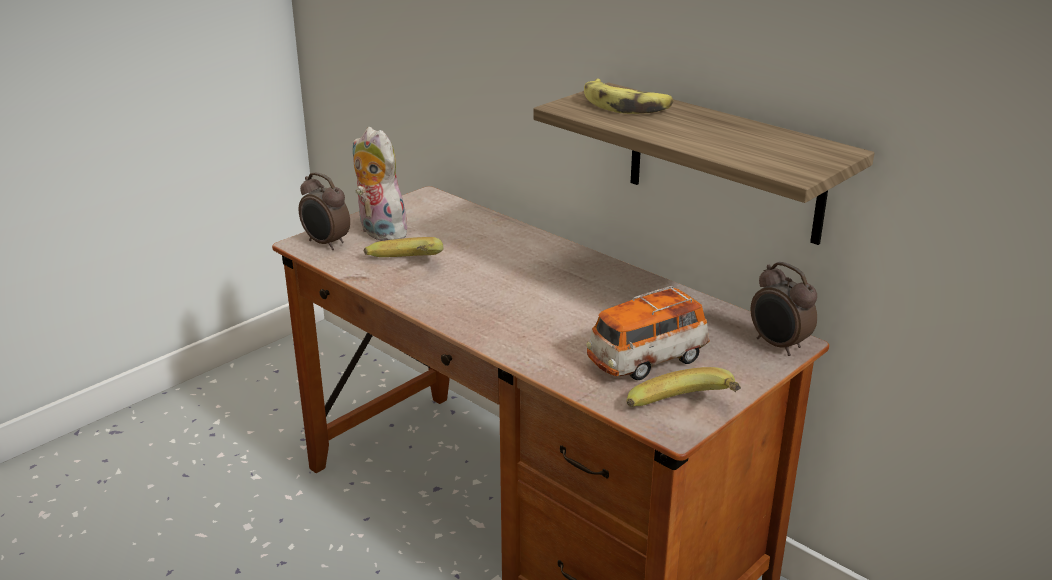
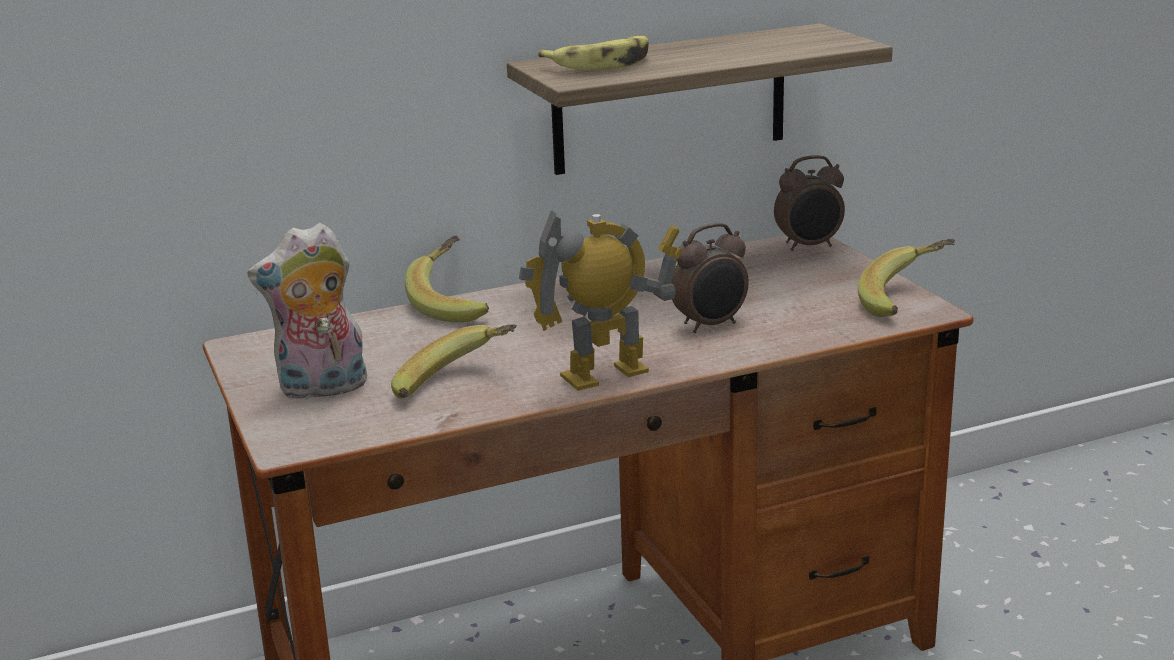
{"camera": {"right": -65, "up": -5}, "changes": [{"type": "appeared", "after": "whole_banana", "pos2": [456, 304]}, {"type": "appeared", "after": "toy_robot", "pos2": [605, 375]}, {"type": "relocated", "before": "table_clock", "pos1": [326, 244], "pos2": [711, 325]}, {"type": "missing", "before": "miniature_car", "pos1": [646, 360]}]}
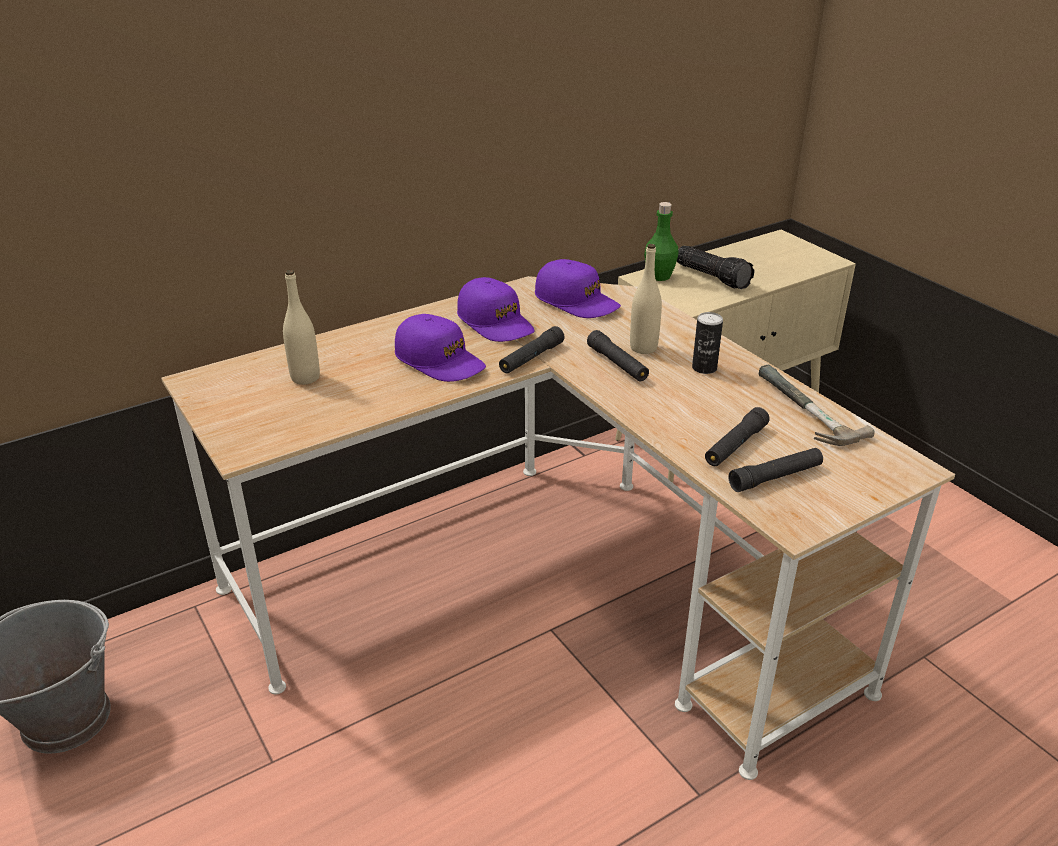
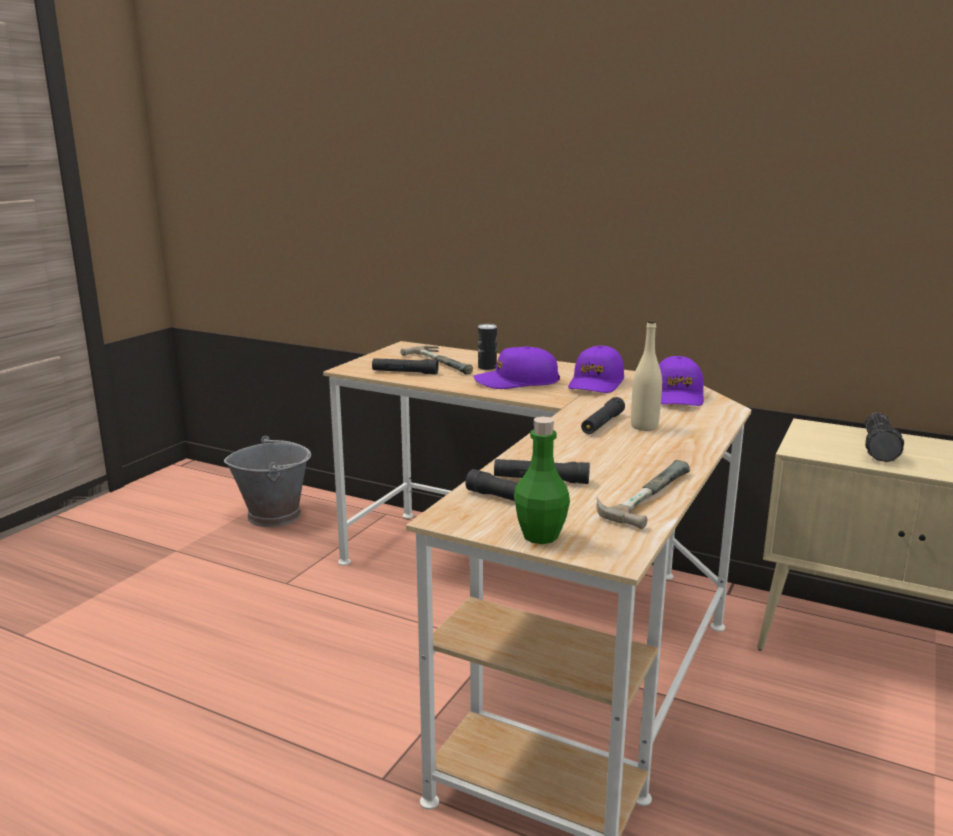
{"camera": {"right": 60, "up": -15}, "changes": [{"type": "relocated", "before": "black-coloured_flashlight", "pos1": [531, 358], "pos2": [405, 372]}, {"type": "exchanged", "before": "beige_bottle", "after": "tool_hammer", "pos1": [305, 378], "pos2": [444, 362]}, {"type": "spun", "before": "purple_baseball_cap", "pos1": [439, 361], "pos2": [516, 382], "turn": 75}, {"type": "relocated", "before": "metal_can", "pos1": [704, 368], "pos2": [487, 368]}, {"type": "relocated", "before": "green_bottle", "pos1": [659, 276], "pos2": [540, 536]}]}
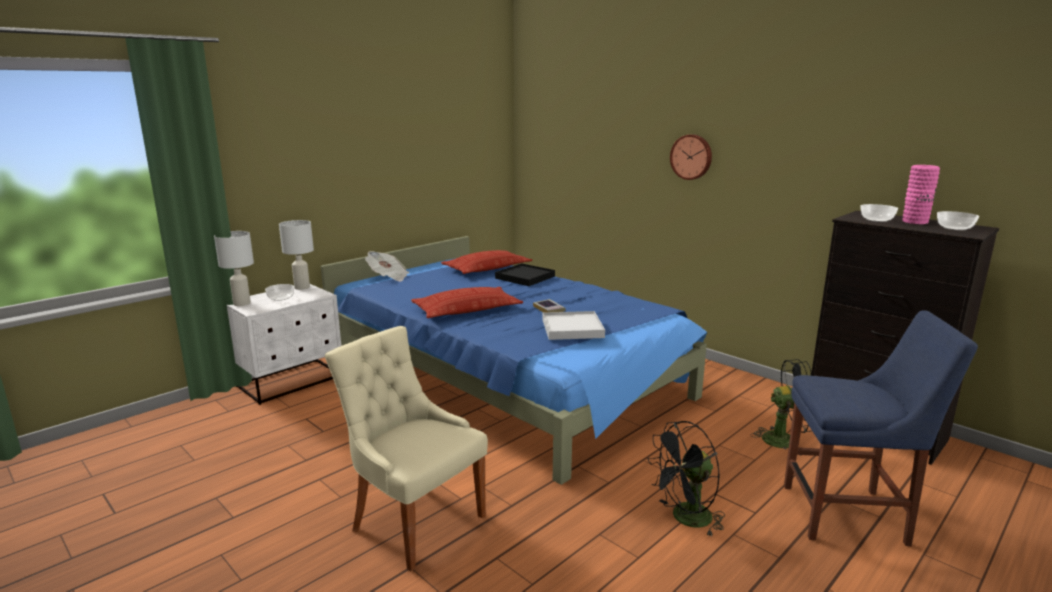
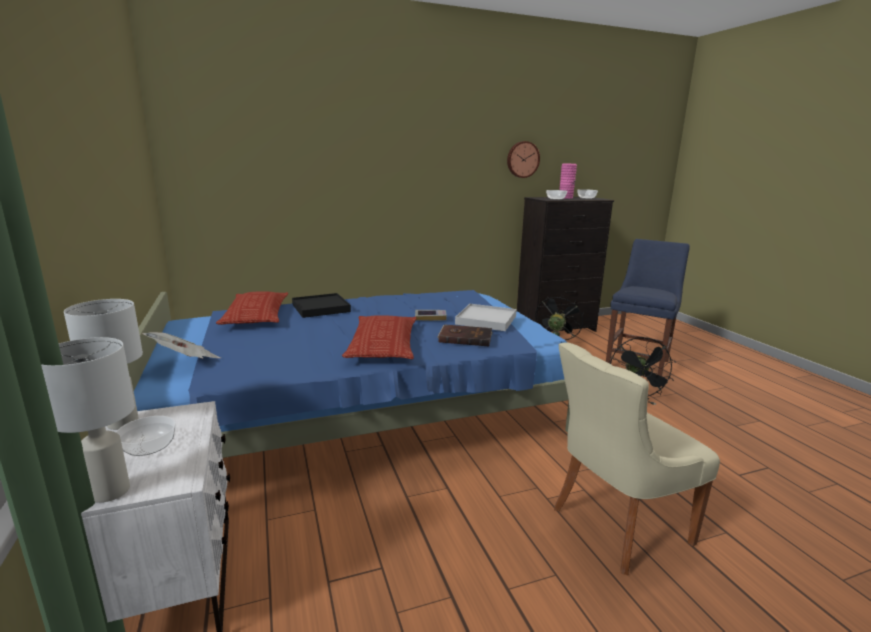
{"camera": {"right": -65, "up": 0}, "changes": [{"type": "appeared", "after": "brownish_volume", "pos2": [465, 337]}, {"type": "relocated", "before": "wall_clock", "pos1": [691, 157], "pos2": [522, 159]}]}
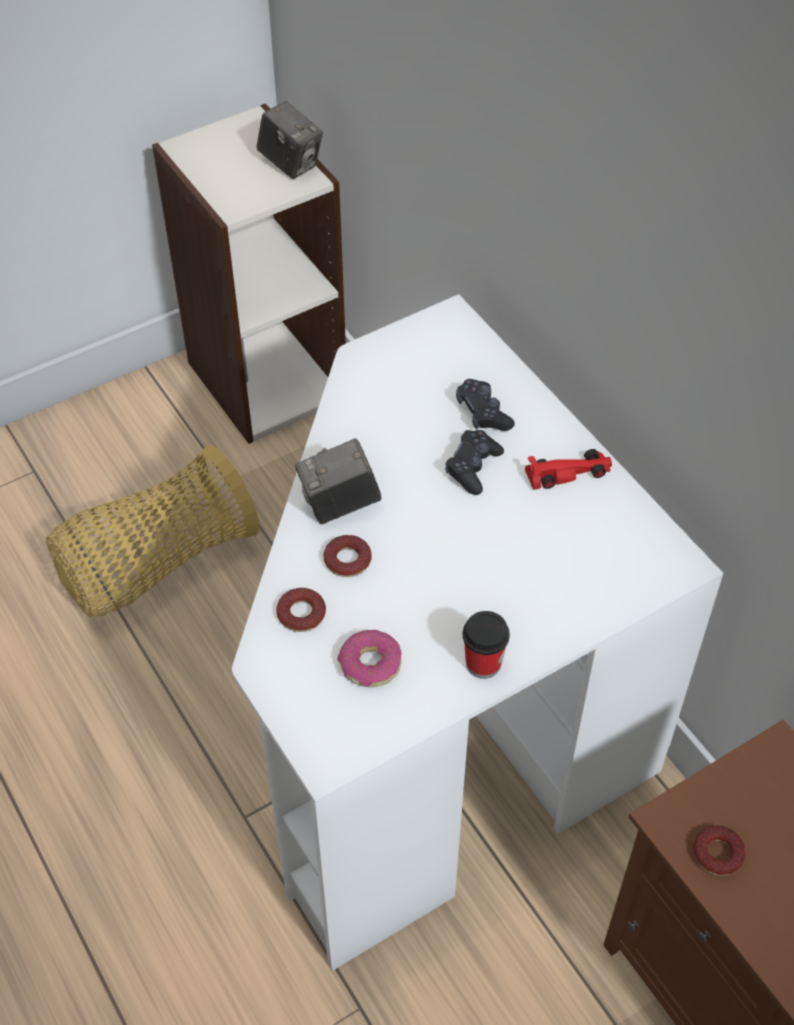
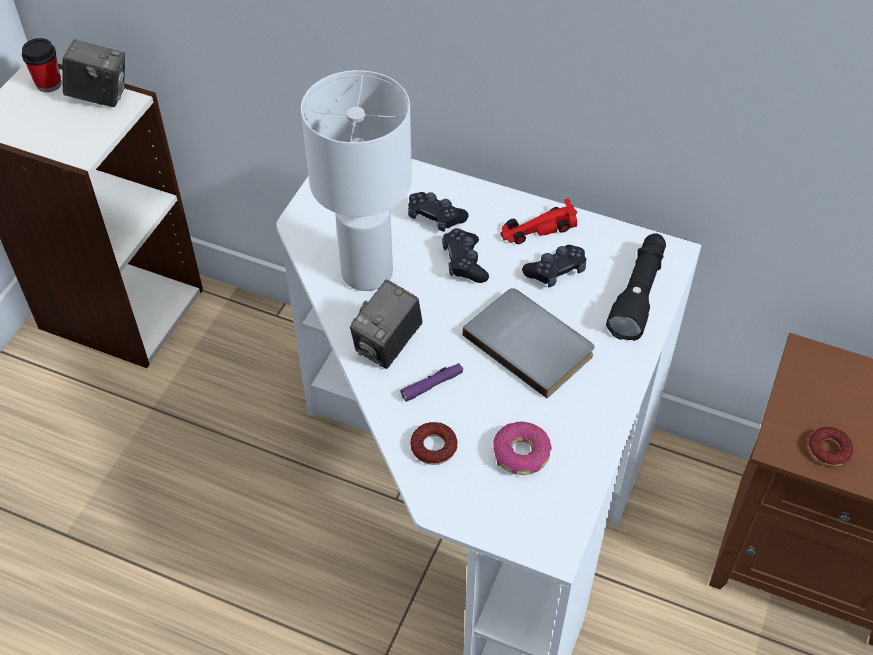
{"camera": {"right": -35, "up": 0}, "changes": [{"type": "relocated", "before": "drinking_cup", "pos1": [483, 663], "pos2": [49, 84]}, {"type": "appeared", "after": "white_tabletop_lamp", "pos2": [366, 271]}, {"type": "exchanged", "before": "doughnut", "after": "purple_flashlight", "pos1": [347, 560], "pos2": [432, 385]}, {"type": "appeared", "after": "greyish_volume", "pos2": [531, 342]}, {"type": "spun", "before": "red_miniature_car", "pos1": [569, 473], "pos2": [537, 229], "turn": -150}, {"type": "appeared", "after": "black-coloured_joypad", "pos2": [556, 271]}, {"type": "appeared", "after": "black-coloured_flashlight", "pos2": [638, 294]}, {"type": "missing", "before": "storage_basket", "pos1": [156, 565]}]}
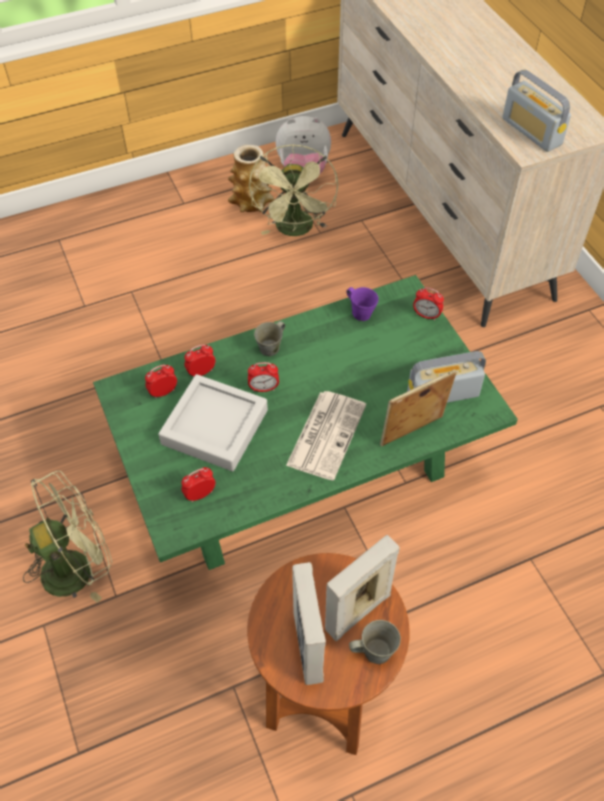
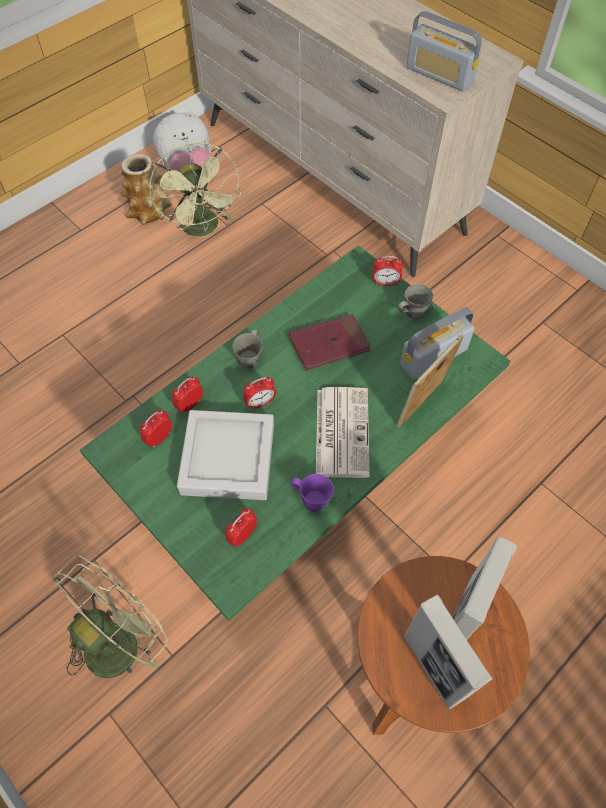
{"camera": {"right": -20, "up": 5}, "changes": [{"type": "appeared", "after": "red_volume", "pos2": [329, 344]}, {"type": "relocated", "before": "purple_tea_mug", "pos1": [361, 313], "pos2": [313, 500]}, {"type": "relocated", "before": "greyish_tea_mug", "pos1": [375, 651], "pos2": [413, 312]}]}
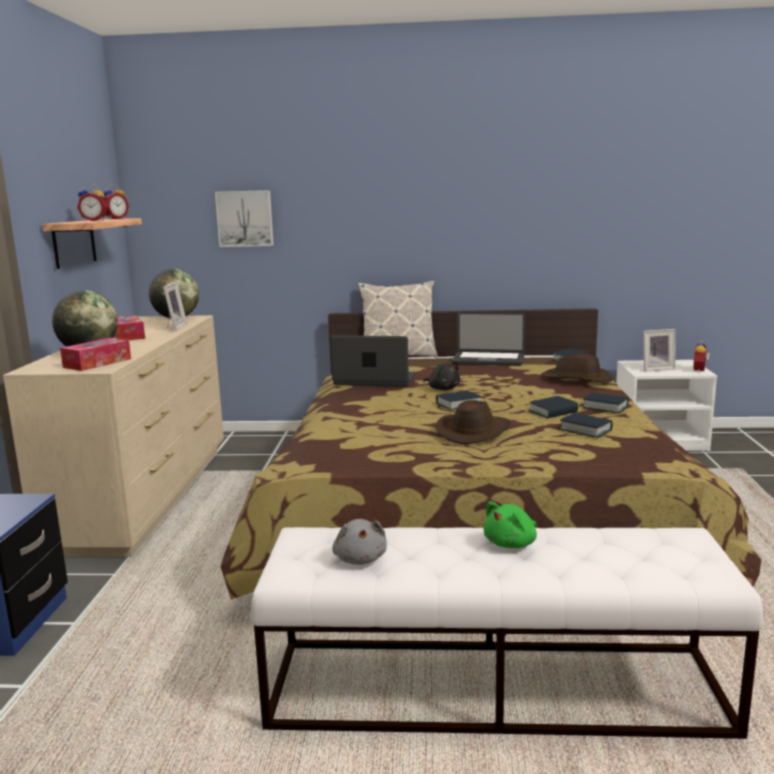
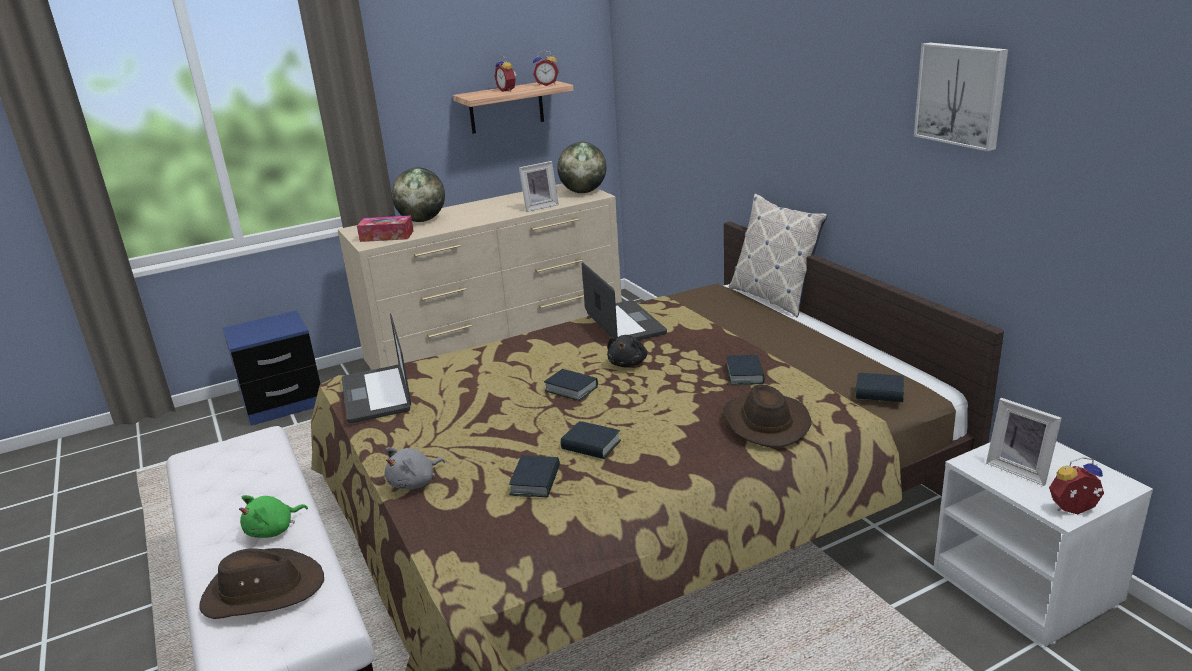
{"camera": {"right": 60, "up": 10}, "changes": [{"type": "relocated", "before": "brownish_clothing_hat", "pos1": [474, 431], "pos2": [262, 590]}, {"type": "spun", "before": "green_soft_toy", "pos1": [512, 544], "pos2": [273, 530], "turn": -60}, {"type": "relocated", "before": "portable_computer", "pos1": [488, 360], "pos2": [376, 395]}, {"type": "relocated", "before": "greyish_soft_toy", "pos1": [360, 559], "pos2": [415, 483]}, {"type": "relocated", "before": "volume", "pos1": [605, 407], "pos2": [745, 374]}, {"type": "relocated", "before": "wall_picture", "pos1": [245, 218], "pos2": [962, 94]}, {"type": "missing", "before": "tissue_holder", "pos1": [128, 336]}]}
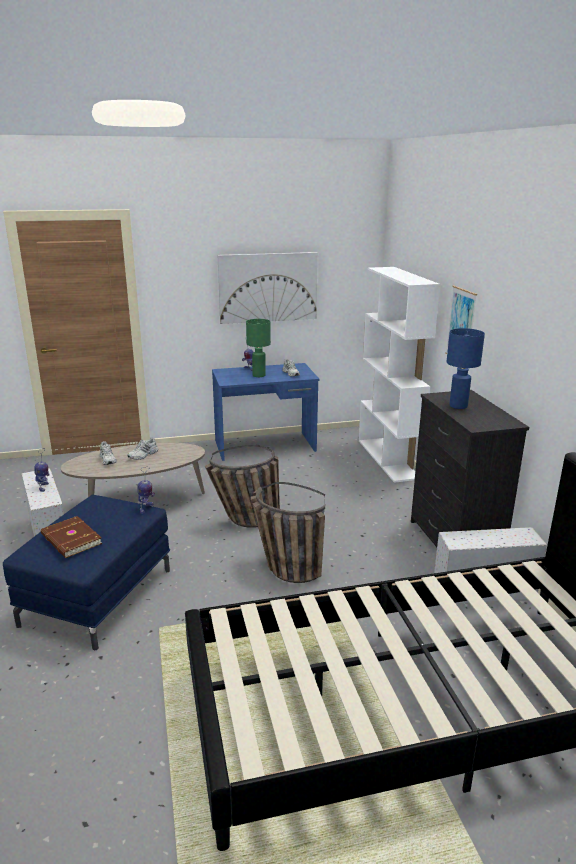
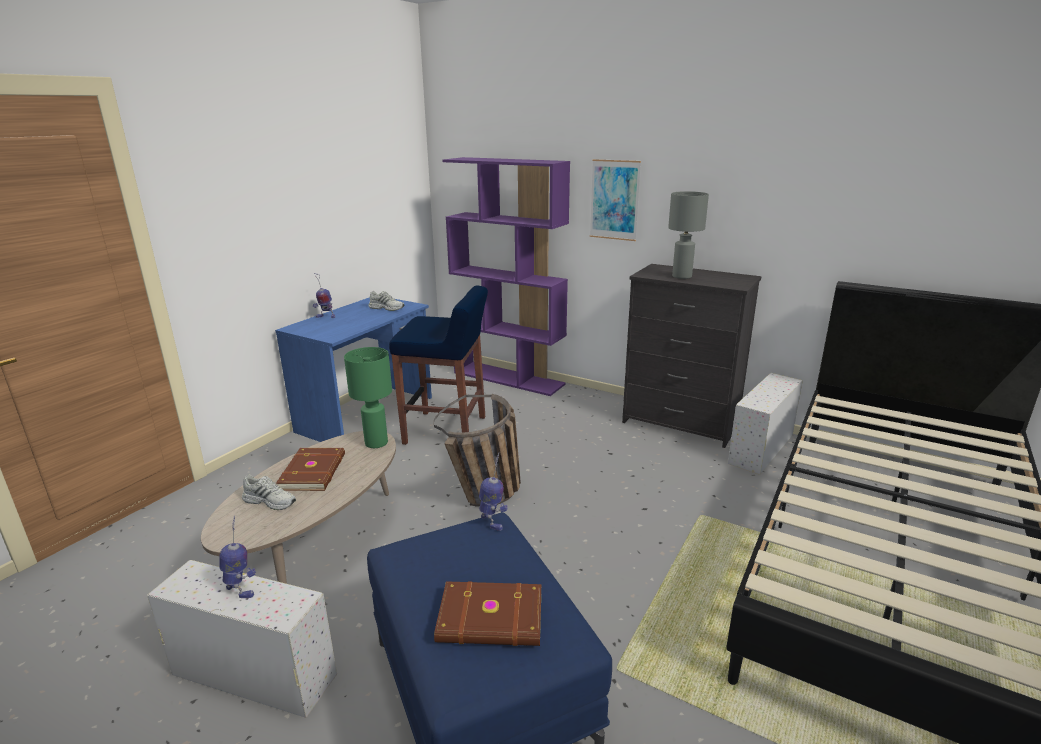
{"camera": {"right": -45, "up": 0}, "changes": [{"type": "exchanged", "before": "white_shoe", "after": "brownish_volume", "pos1": [143, 455], "pos2": [314, 471]}, {"type": "relocated", "before": "green_tabletop_lamp", "pos1": [258, 375], "pos2": [375, 443]}, {"type": "appeared", "after": "blue-coloured_sitting_stool", "pos2": [447, 430]}, {"type": "colour", "before": "white_bookshelf", "after": "purple_bookshelf", "pos1": [388, 459], "pos2": [509, 378]}, {"type": "colour", "before": "blue-coloured_tabletop_lamp", "after": "greyish_tabletop_lamp", "pos1": [458, 406], "pos2": [682, 276]}, {"type": "missing", "before": "wall_picture", "pos1": [268, 287]}, {"type": "missing", "before": "storage_basket", "pos1": [283, 568]}]}
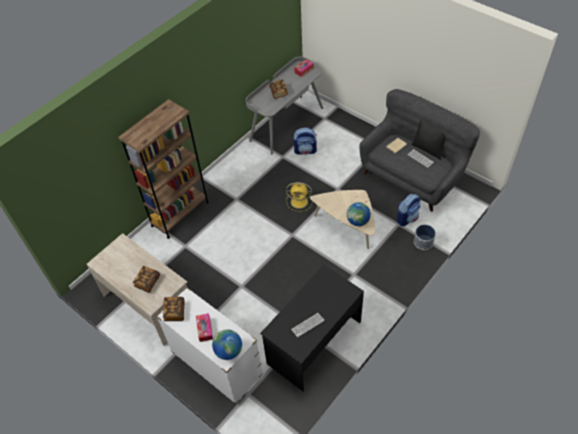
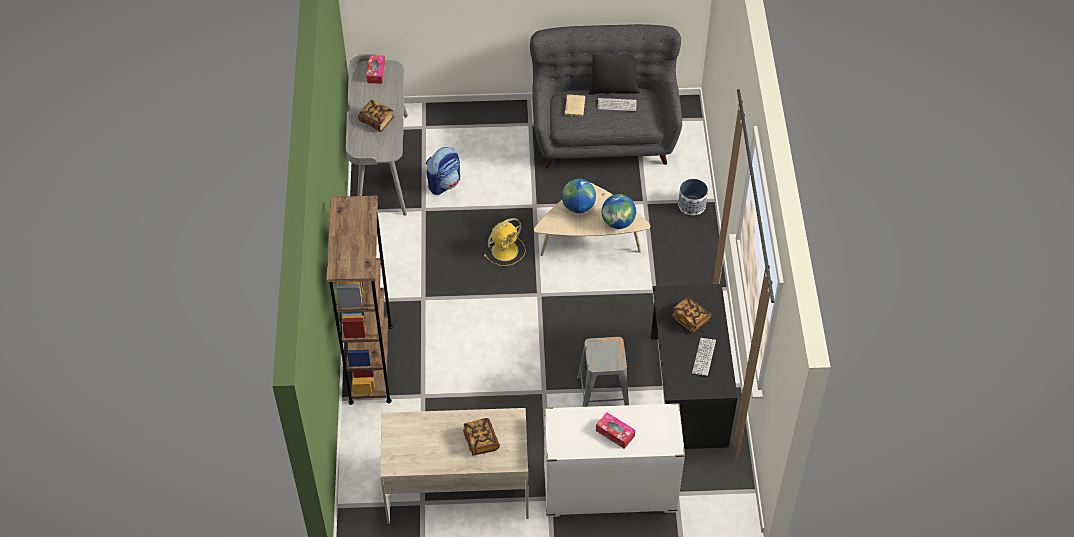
{"camera": {"right": -45, "up": 0}, "changes": [{"type": "relocated", "before": "desk_globe", "pos1": [228, 351], "pos2": [578, 207]}, {"type": "appeared", "after": "greyish_sitting_stool", "pos2": [602, 396]}, {"type": "relocated", "before": "volume", "pos1": [174, 312], "pos2": [690, 319]}, {"type": "missing", "before": "backpack", "pos1": [406, 218]}]}
